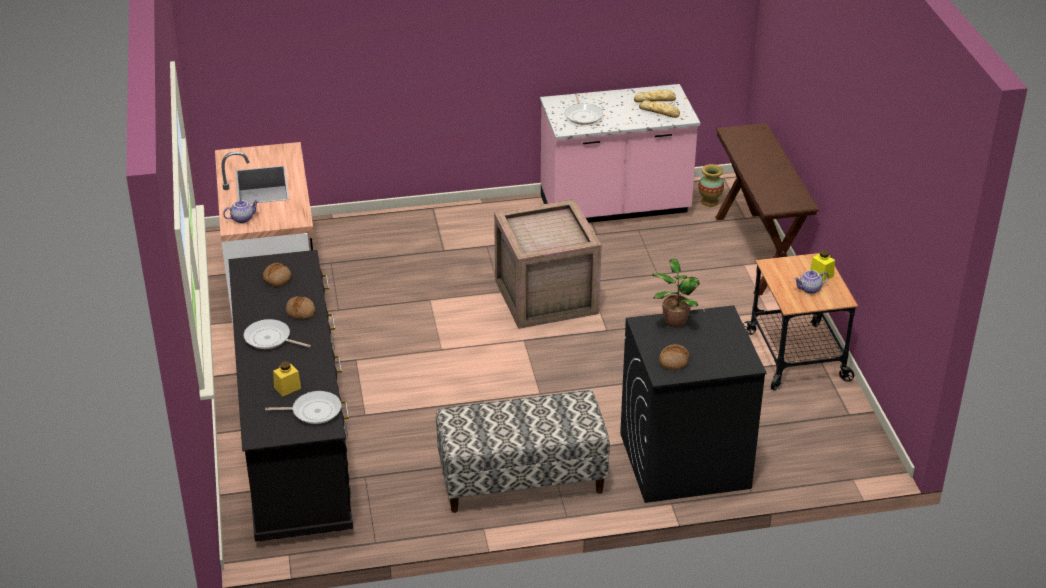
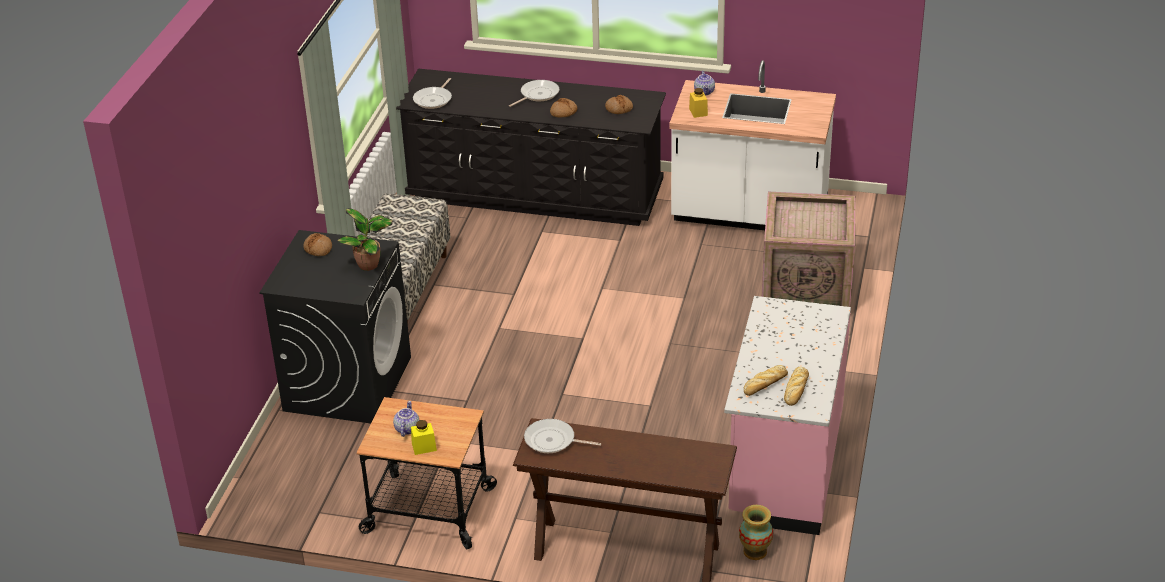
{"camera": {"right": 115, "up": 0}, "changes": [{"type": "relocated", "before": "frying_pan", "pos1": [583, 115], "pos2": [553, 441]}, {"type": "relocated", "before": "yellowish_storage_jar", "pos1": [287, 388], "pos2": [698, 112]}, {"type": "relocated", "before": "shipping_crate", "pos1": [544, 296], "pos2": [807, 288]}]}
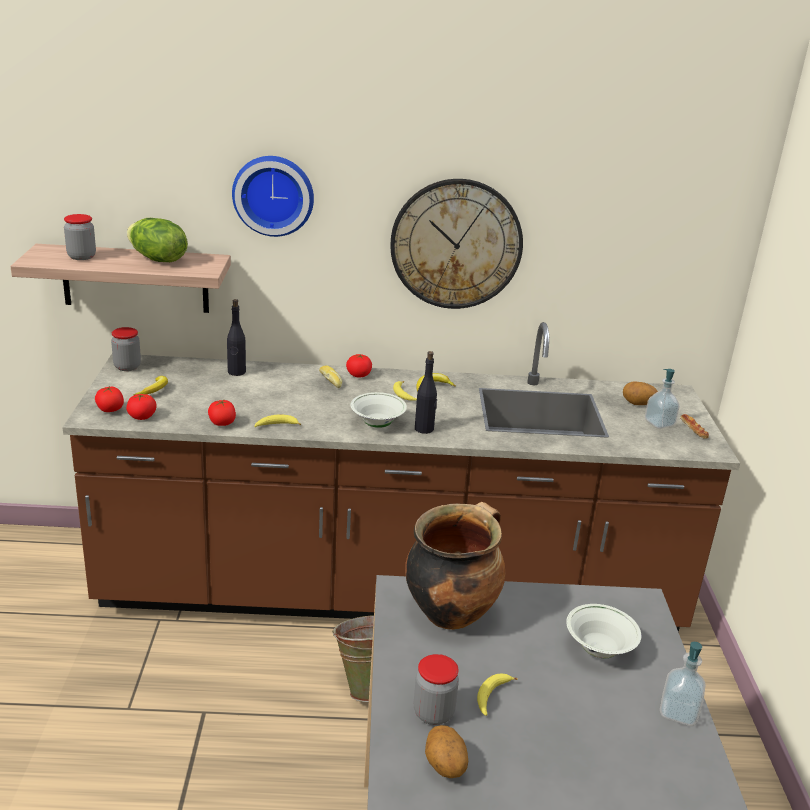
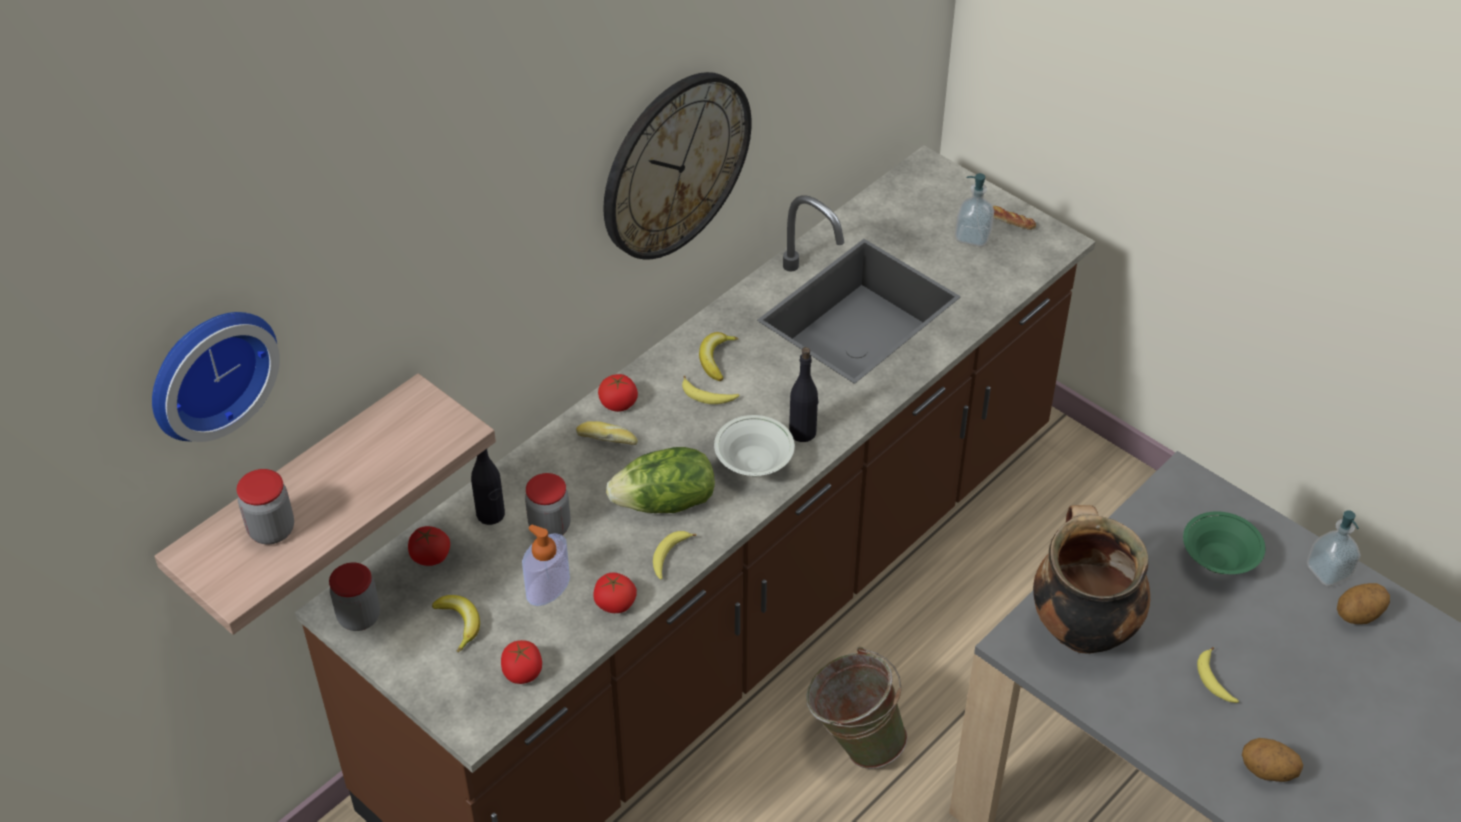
{"camera": {"right": -45, "up": 20}, "changes": [{"type": "relocated", "before": "wall_clock", "pos1": [273, 194], "pos2": [207, 370]}, {"type": "relocated", "before": "tomato", "pos1": [110, 410], "pos2": [430, 557]}, {"type": "appeared", "after": "soap_bottle", "pos2": [548, 587]}, {"type": "relocated", "before": "storage_jar", "pos1": [433, 713], "pos2": [550, 527]}, {"type": "relocated", "before": "lettuce_head", "pos1": [157, 259], "pos2": [665, 503]}, {"type": "colour", "before": "white_bowl", "after": "green_bowl", "pos1": [598, 650], "pos2": [1218, 562]}, {"type": "relocated", "before": "spud", "pos1": [637, 404], "pos2": [1359, 615]}]}
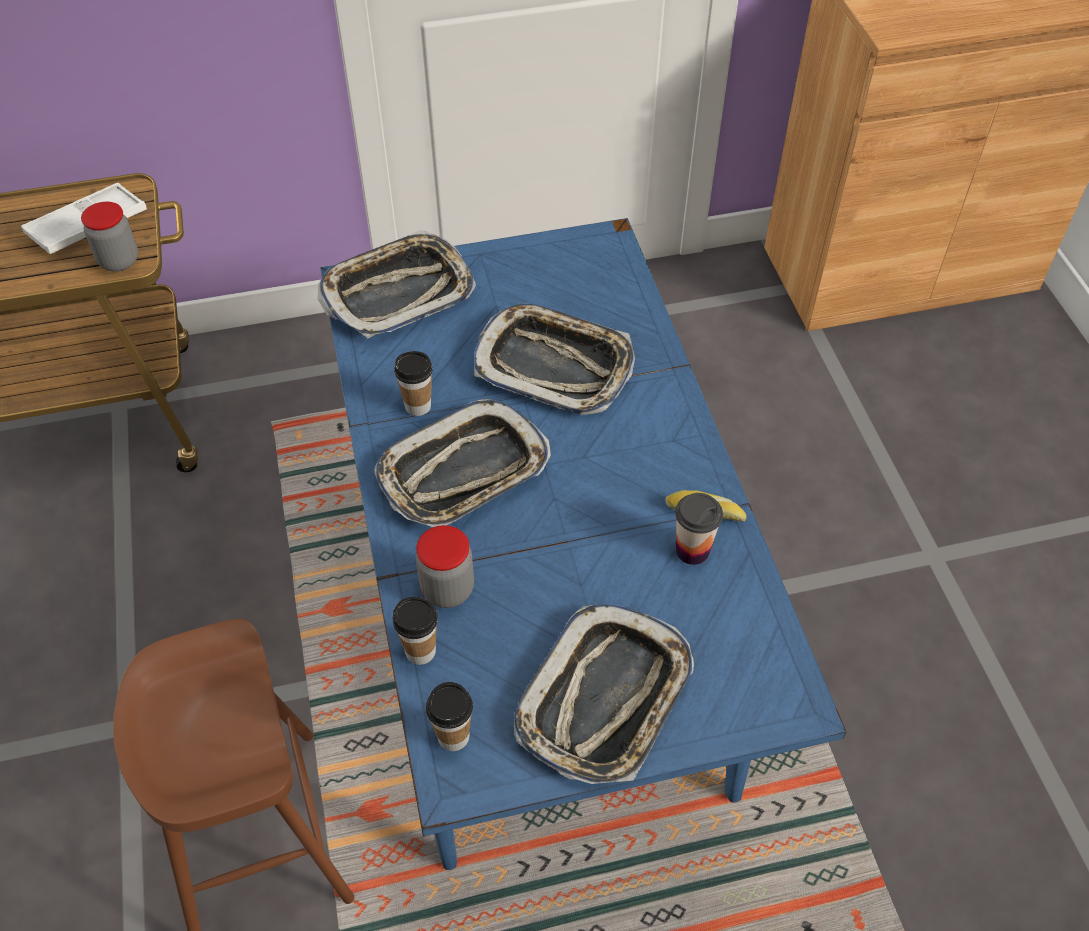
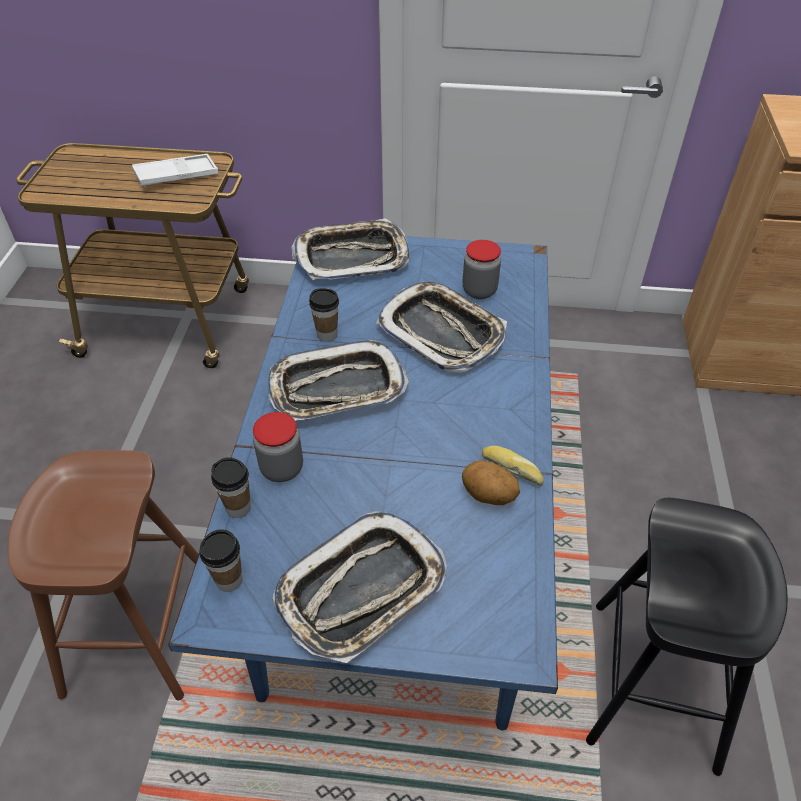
{"camera": {"right": 20, "up": -5}, "changes": [{"type": "exchanged", "before": "drinking_cup", "after": "spud", "pos1": [692, 550], "pos2": [488, 496]}, {"type": "relocated", "before": "storage_jar", "pos1": [119, 261], "pos2": [479, 290]}, {"type": "appeared", "after": "black-coloured_sitting_stool", "pos2": [653, 682]}]}
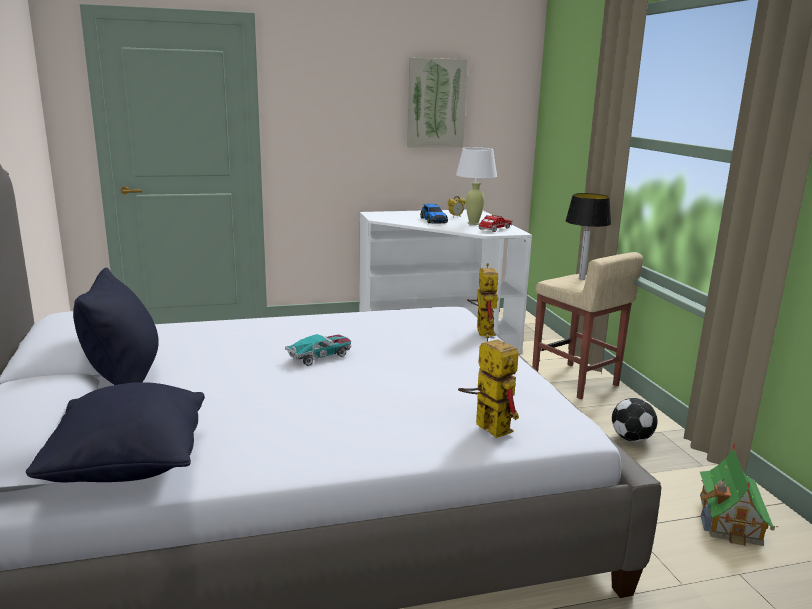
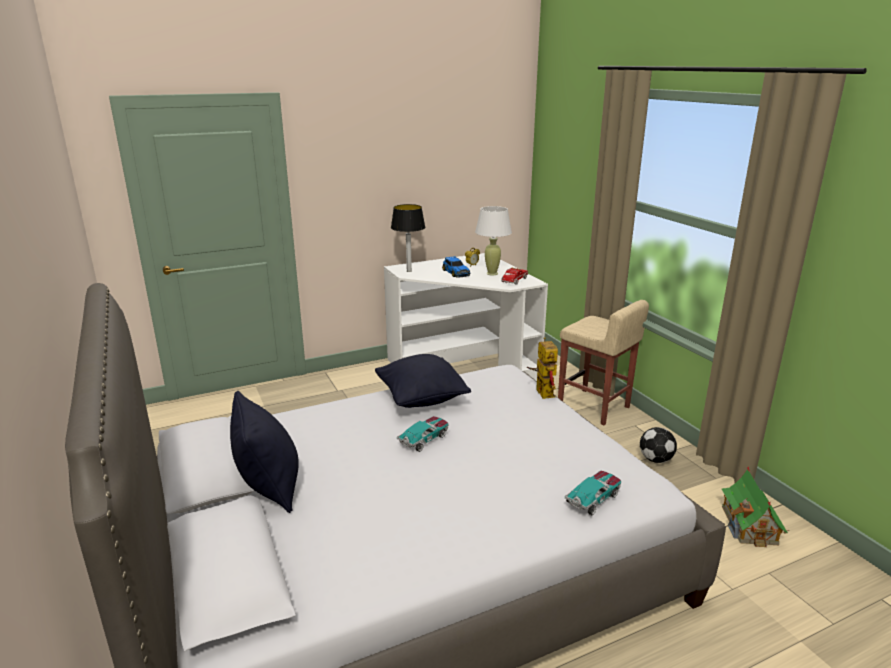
{"camera": {"right": -10, "up": 5}, "changes": [{"type": "relocated", "before": "black-coloured_pillow", "pos1": [129, 466], "pos2": [421, 399]}, {"type": "relocated", "before": "tabletop_lamp", "pos1": [582, 278], "pos2": [409, 271]}, {"type": "exchanged", "before": "toy_robot", "after": "miniature_car", "pos1": [485, 425], "pos2": [593, 498]}, {"type": "missing", "before": "wall_picture", "pos1": [436, 103]}]}
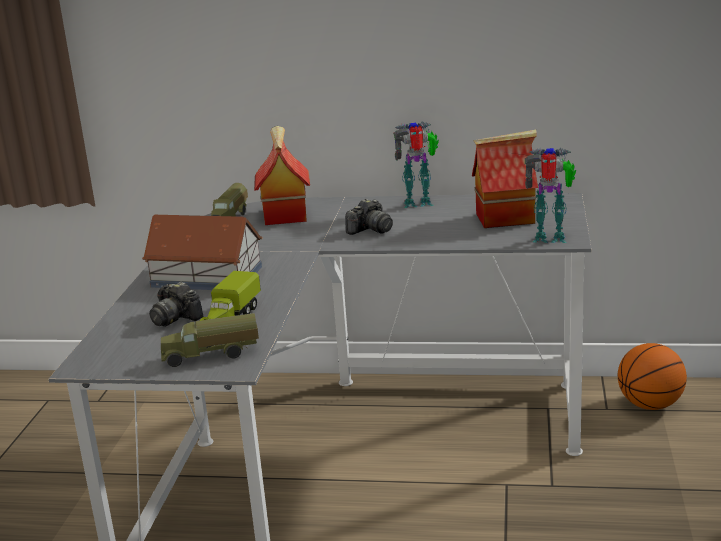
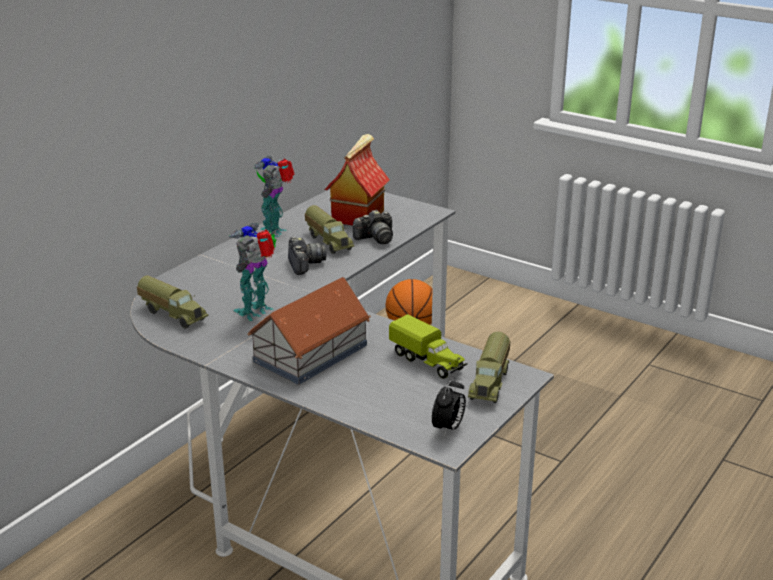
{"camera": {"right": -65, "up": 5}, "changes": [{"type": "relocated", "before": "toy_robot", "pos1": [551, 239], "pos2": [257, 311]}, {"type": "appeared", "after": "toy_lorry", "pos2": [329, 241]}, {"type": "relocated", "before": "photo_camera", "pos1": [175, 318], "pos2": [375, 238]}, {"type": "appeared", "after": "table_clock", "pos2": [448, 428]}, {"type": "missing", "before": "miniature_house", "pos1": [284, 215]}]}
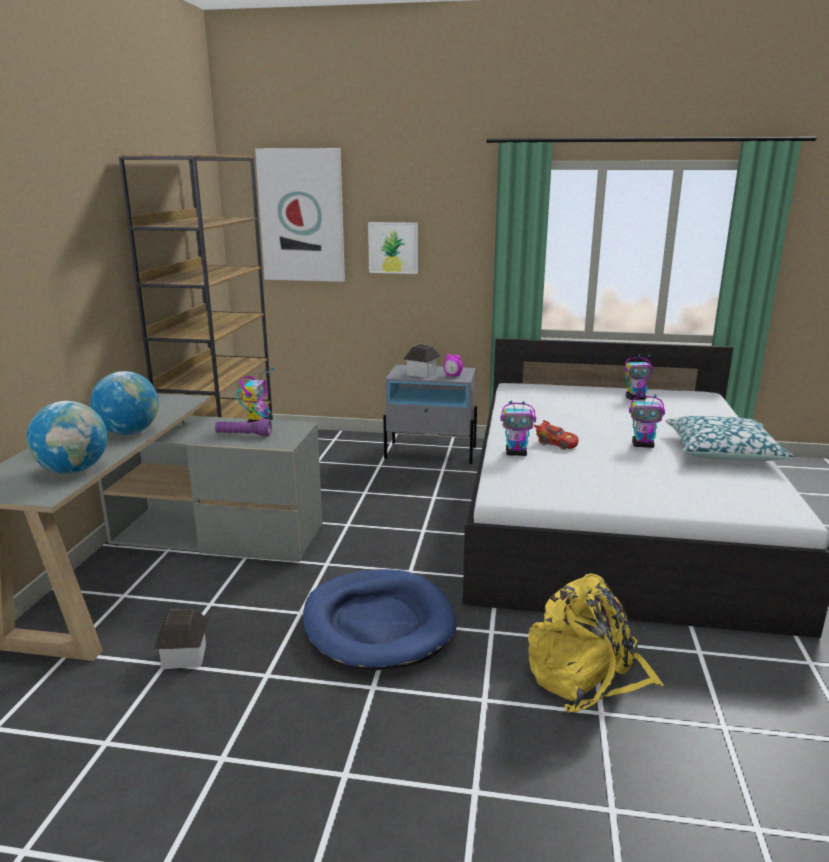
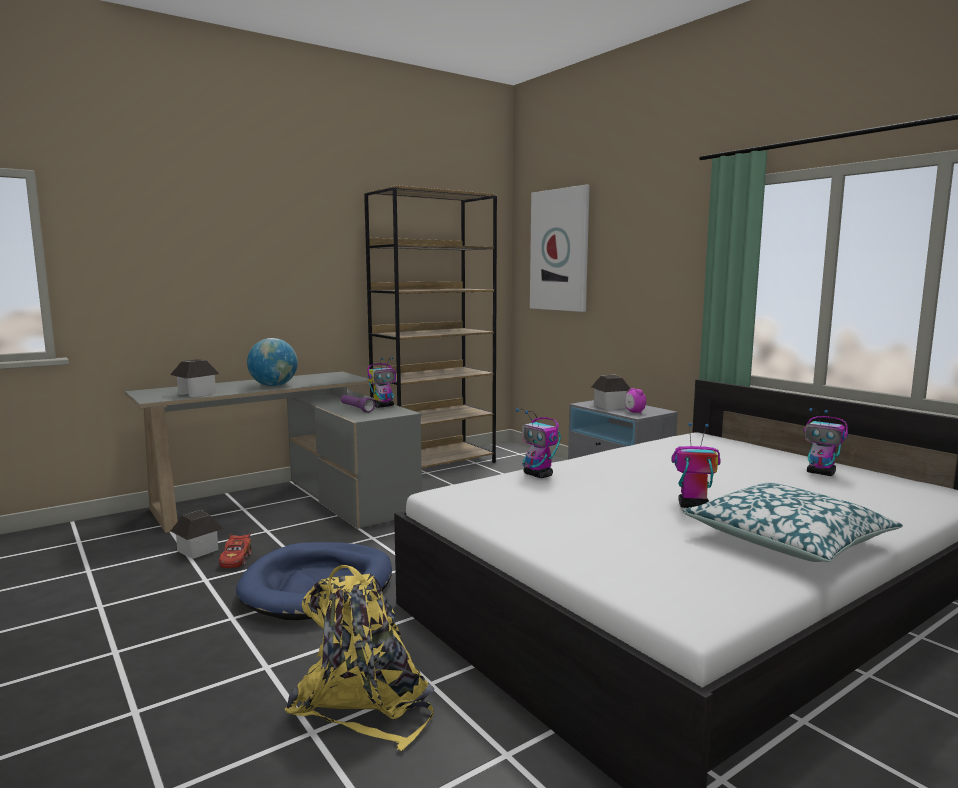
{"camera": {"right": 45, "up": -10}, "changes": [{"type": "exchanged", "before": "desk_globe", "after": "miniature_house", "pos1": [73, 470], "pos2": [196, 394]}, {"type": "relocated", "before": "red_miniature_car", "pos1": [556, 443], "pos2": [236, 560]}, {"type": "spun", "before": "toy_robot", "pos1": [643, 445], "pos2": [692, 506], "turn": 135}, {"type": "missing", "before": "wall_picture", "pos1": [393, 248]}]}
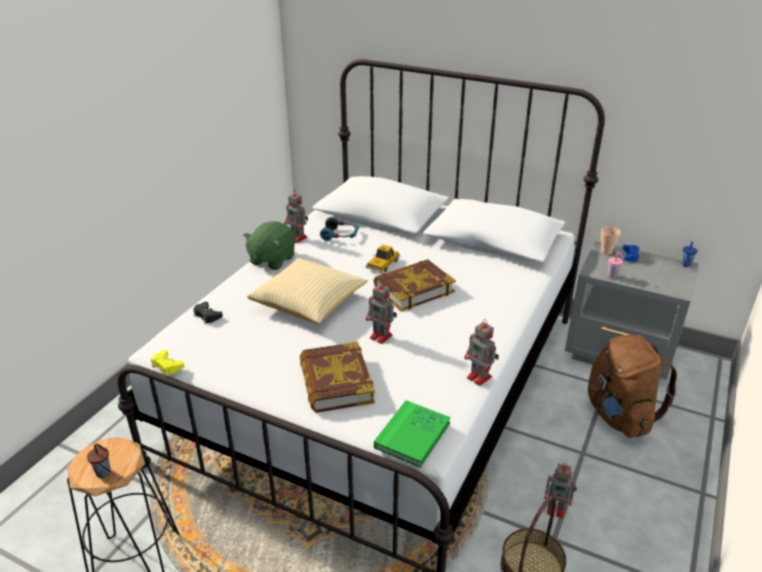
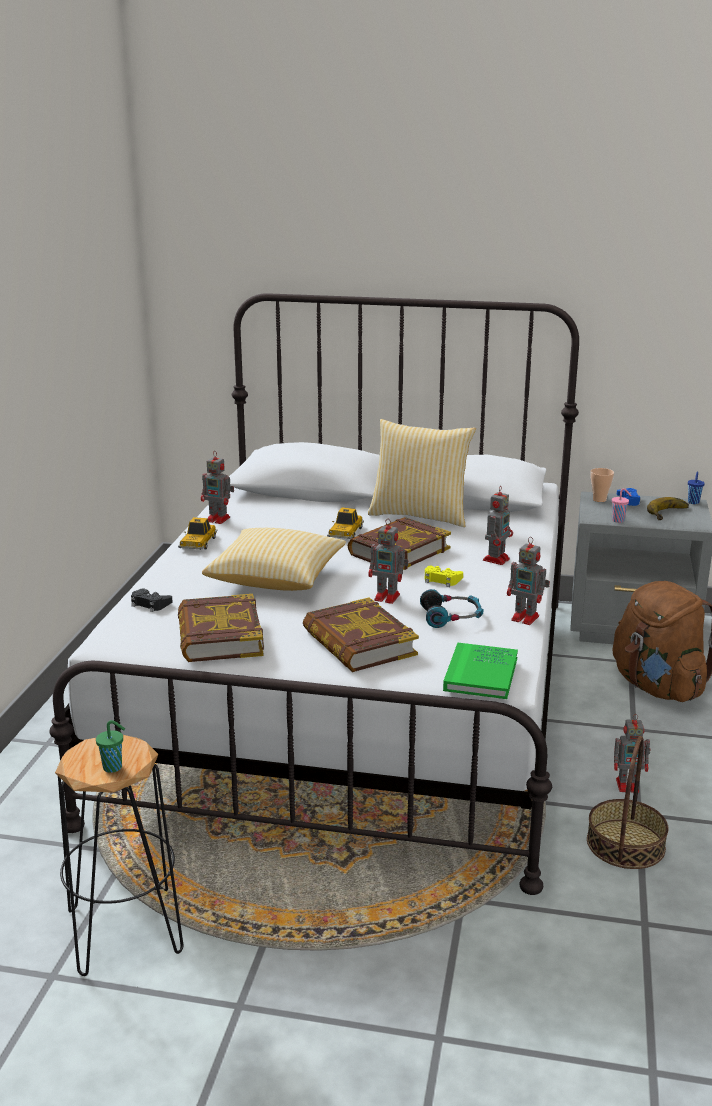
{"camera": {"right": -15, "up": -10}, "changes": [{"type": "colour", "before": "brownish_drinking_cup", "after": "green_drinking_cup", "pos1": [104, 473], "pos2": [114, 767]}, {"type": "exchanged", "before": "green_soft_toy", "after": "miniature_car", "pos1": [272, 259], "pos2": [198, 543]}, {"type": "appeared", "after": "volume", "pos2": [219, 636]}, {"type": "appeared", "after": "pillow", "pos2": [420, 515]}, {"type": "relocated", "before": "headset", "pos1": [340, 235], "pos2": [451, 617]}, {"type": "relocated", "before": "yellowish_joypad", "pos1": [167, 366], "pos2": [441, 580]}, {"type": "appeared", "after": "toy_robot", "pos2": [496, 559]}, {"type": "appeared", "after": "whole_banana", "pos2": [671, 514]}]}
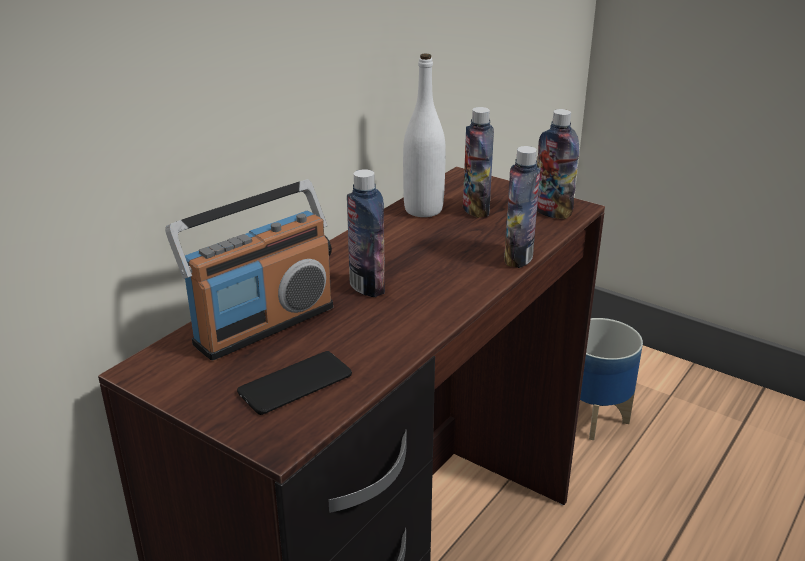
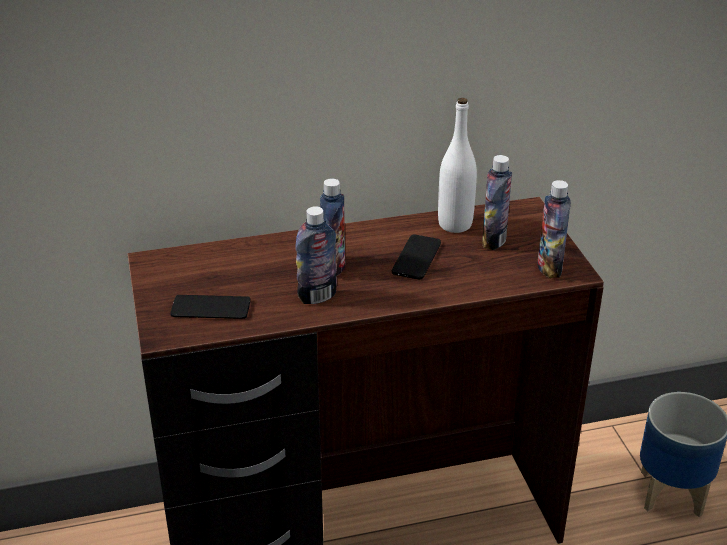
{"camera": {"right": 40, "up": 5}, "changes": [{"type": "relocated", "before": "bottle", "pos1": [518, 258], "pos2": [317, 296]}, {"type": "appeared", "after": "phone", "pos2": [416, 257]}, {"type": "missing", "before": "radio", "pos1": [263, 324]}]}
